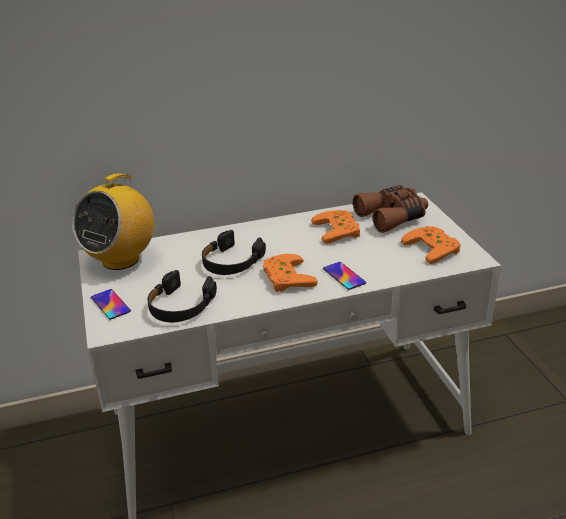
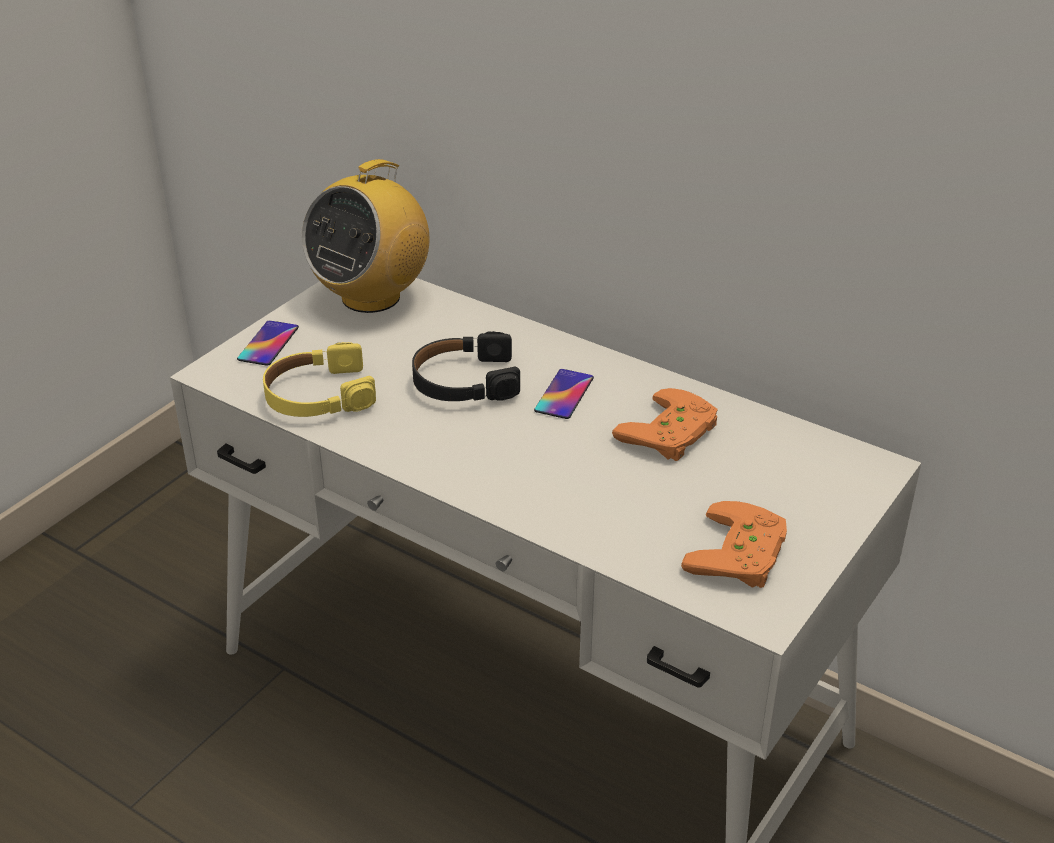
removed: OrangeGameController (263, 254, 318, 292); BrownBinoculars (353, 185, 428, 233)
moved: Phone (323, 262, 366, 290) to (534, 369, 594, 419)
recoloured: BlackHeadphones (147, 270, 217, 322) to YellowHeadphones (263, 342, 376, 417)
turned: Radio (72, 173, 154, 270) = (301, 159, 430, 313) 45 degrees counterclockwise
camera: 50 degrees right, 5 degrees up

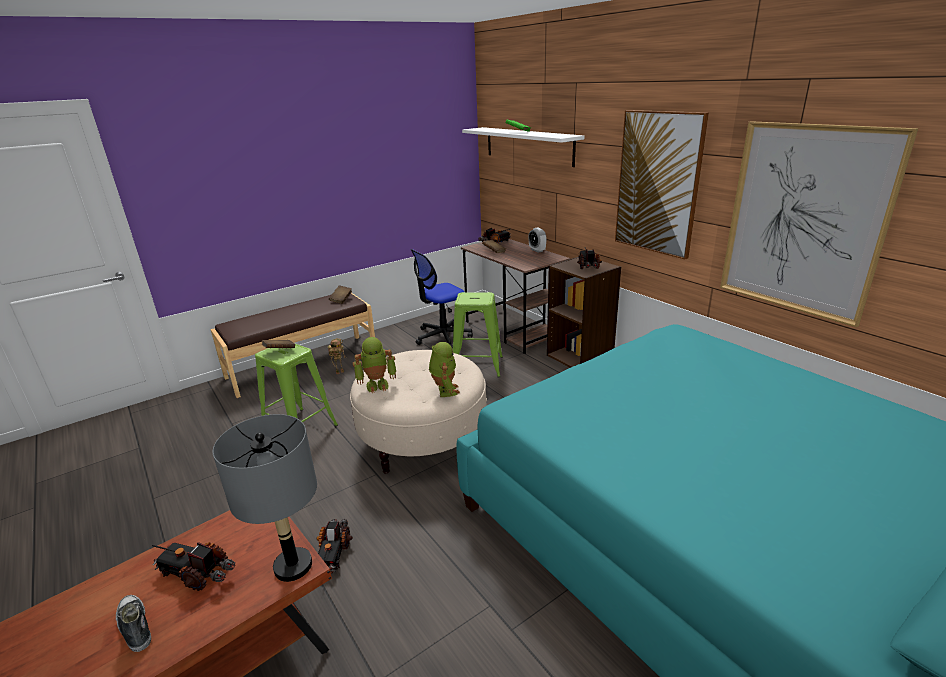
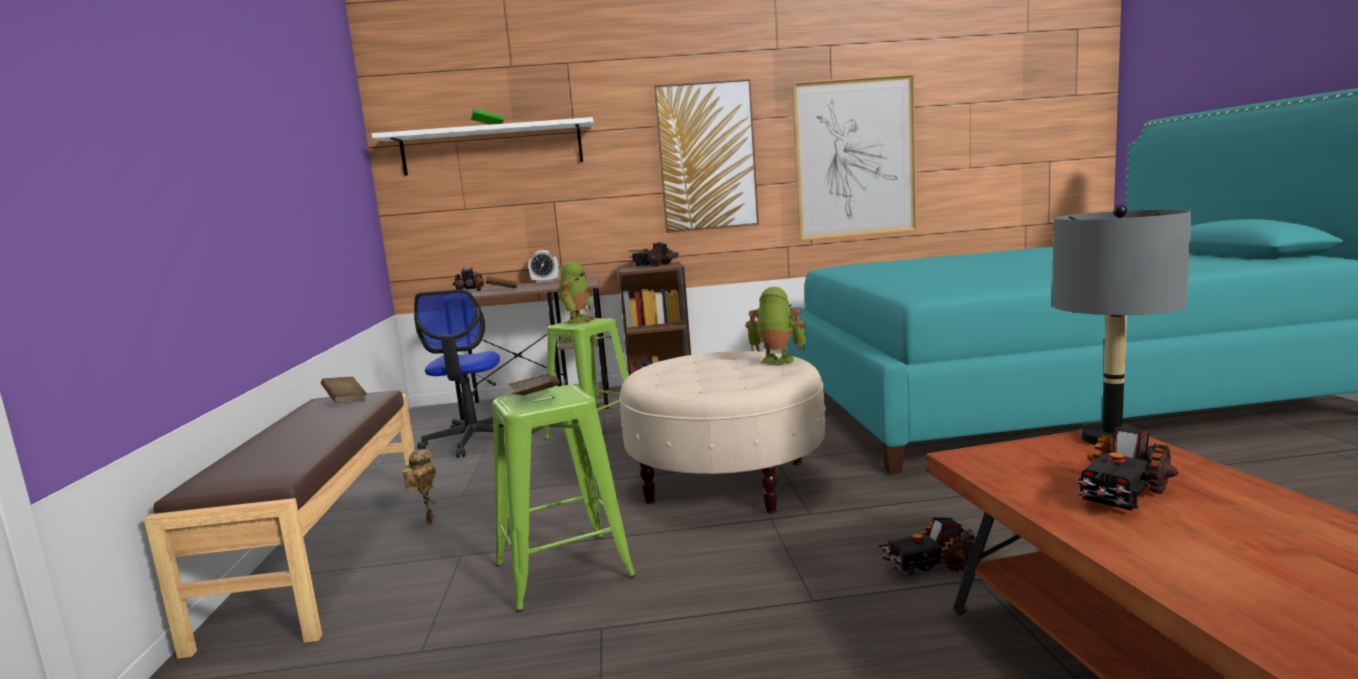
removed: Shoe (116, 595, 151, 652)
moved: ToyRobot (353, 337, 397, 393) to (559, 261, 595, 324)
turned: ToyTruck (316, 519, 353, 574) = (879, 517, 977, 576) 135 degrees clockwise
camera: 60 degrees left, 15 degrees down

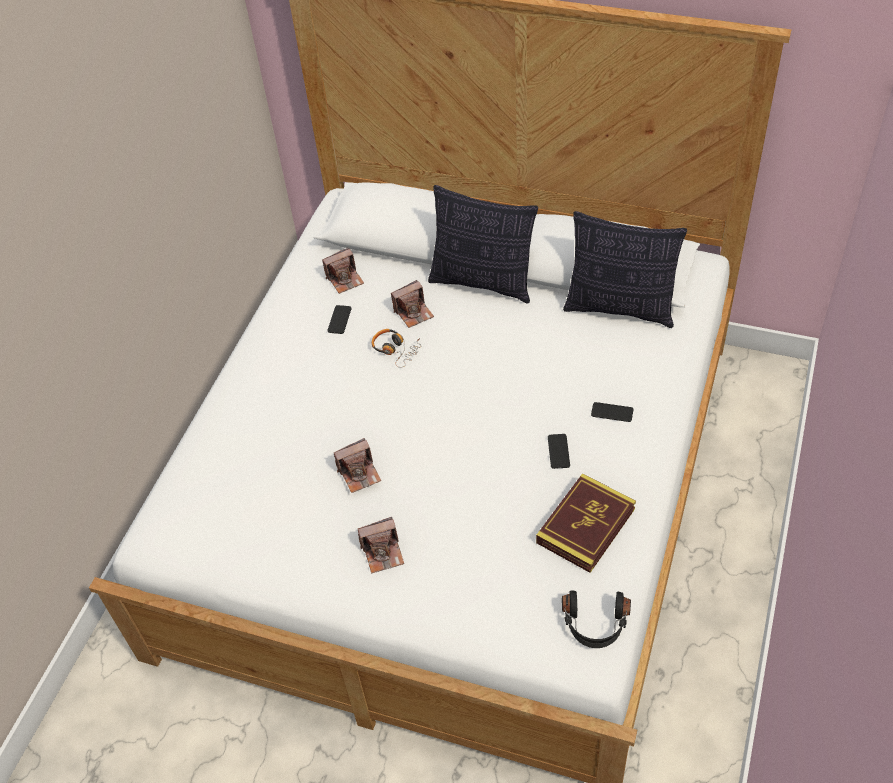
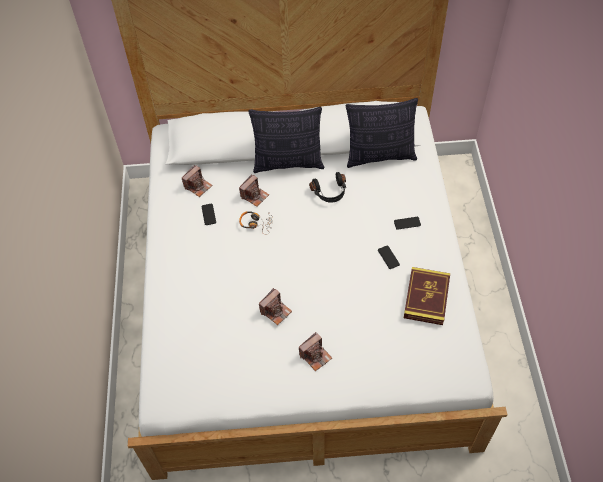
moved: BlackHeadphones (562, 590, 631, 648) to (309, 172, 346, 203)
camera: 25 degrees left, 5 degrees up

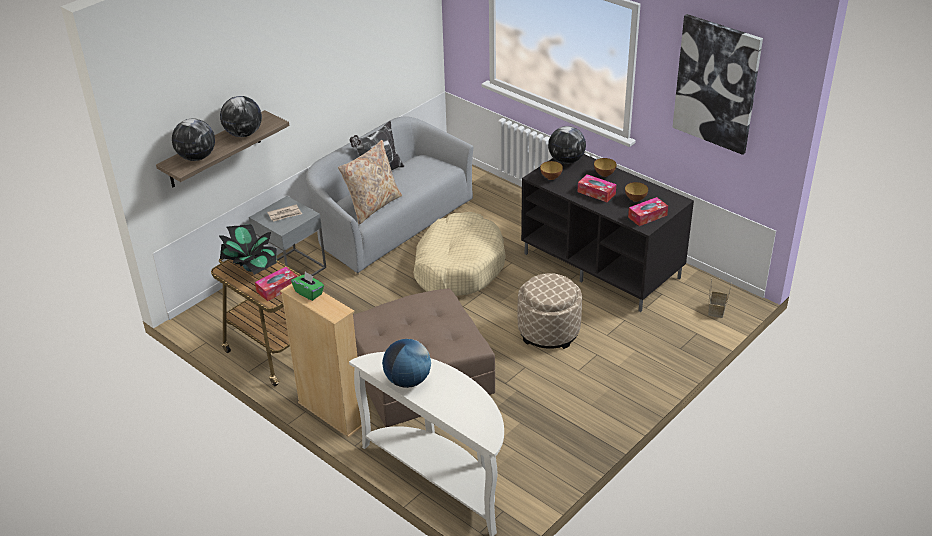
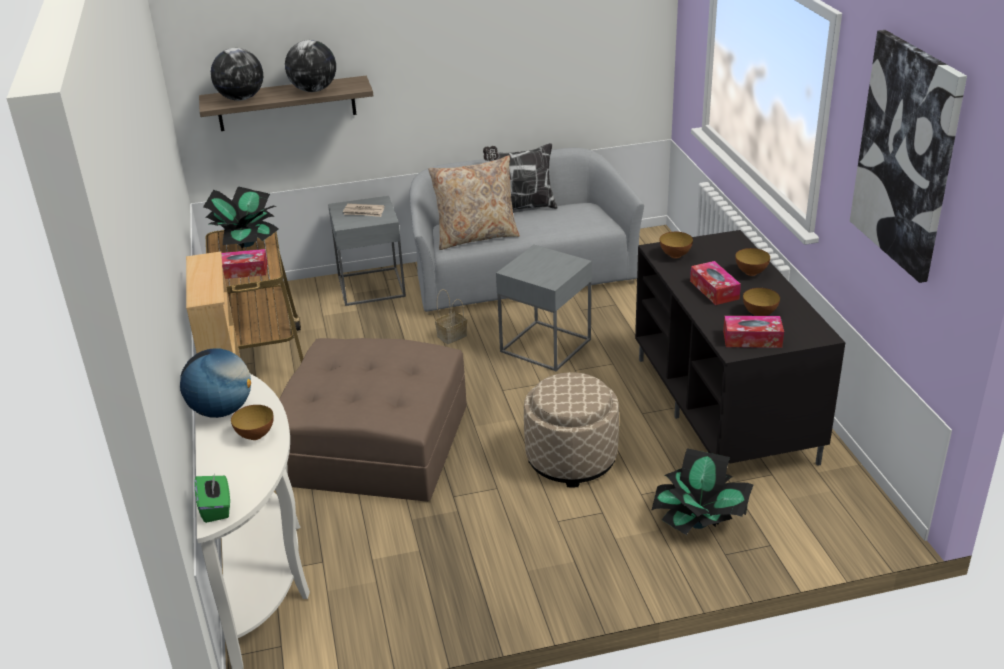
removed: Globe (548, 126, 586, 164)
added: Bowl (231, 405, 274, 440); PottedPlant (651, 448, 753, 535)
moved: GreenTissueBox (291, 272, 324, 301) to (194, 472, 230, 523); Basket (708, 279, 732, 318) to (435, 289, 467, 344)
replaced: BeigeDogBed (413, 212, 506, 296) to GreySideTable (496, 245, 592, 371)
camera: 35 degrees right, 5 degrees down

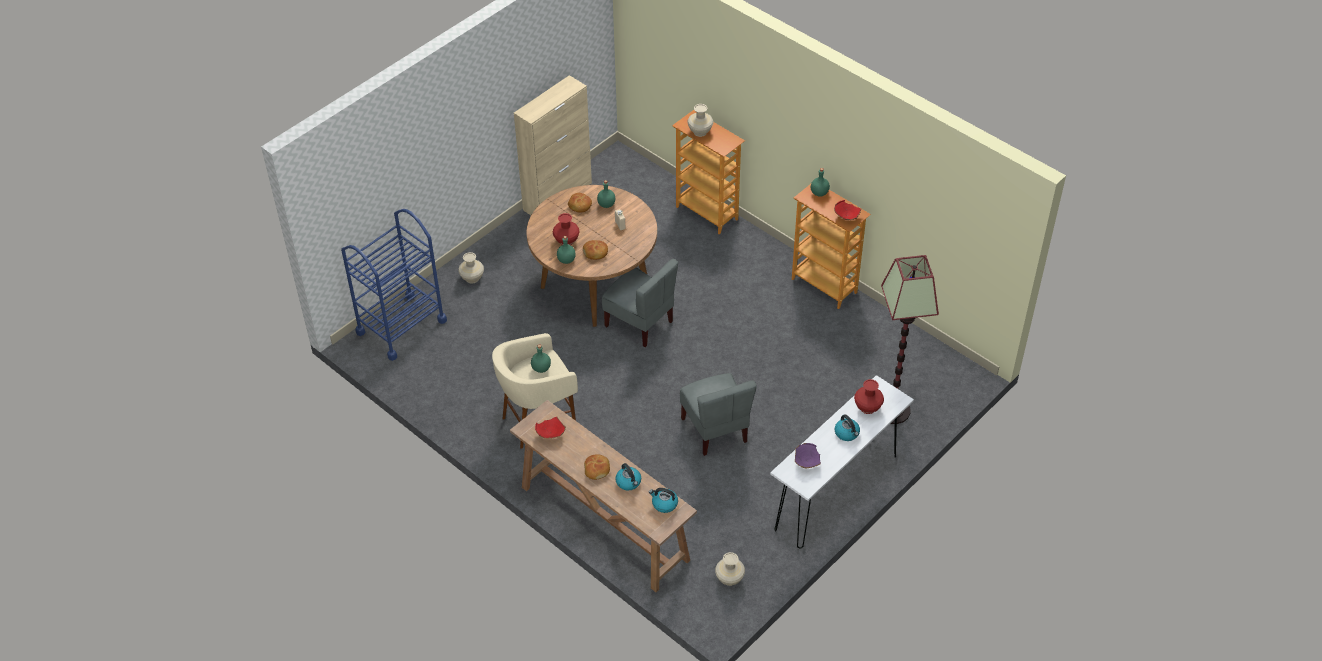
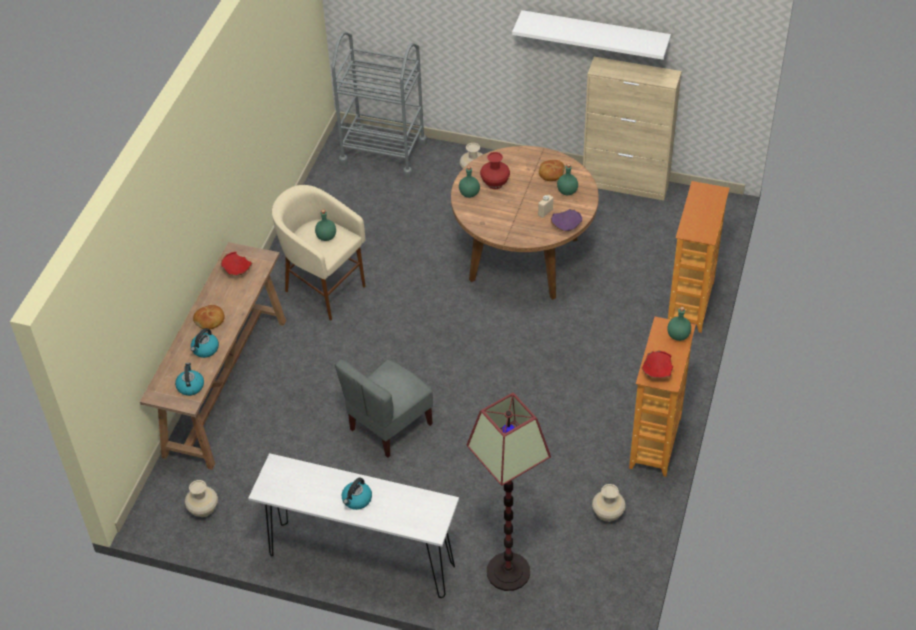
removed: Bread (583, 240, 608, 260); GreyChair (602, 259, 678, 347); RedVase (854, 379, 884, 414)
added: WhiteShelf (512, 10, 671, 60)
moved: BeigeVase (688, 104, 713, 137) to (592, 484, 626, 522); PurpleBowl (795, 443, 821, 468) to (551, 209, 582, 232)
recoloured: BlueCart (341, 209, 447, 361) to GreyCart (331, 32, 427, 178)
camera: 65 degrees right, 0 degrees up

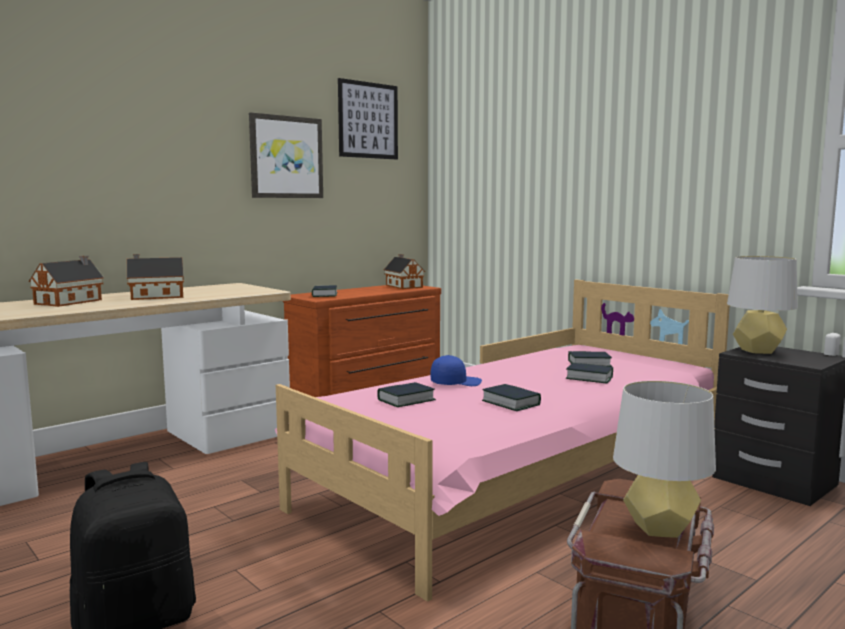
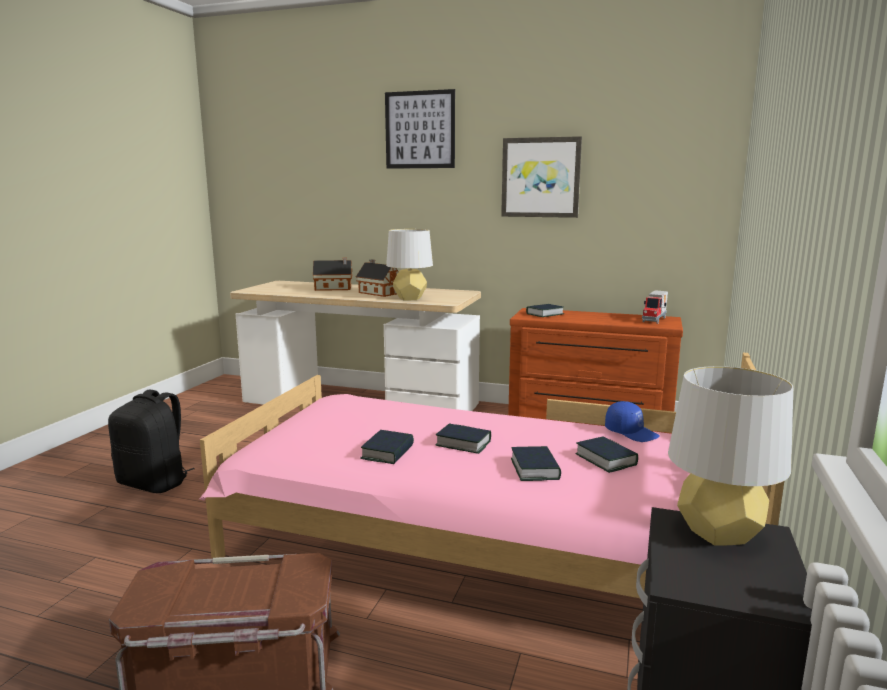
moved: Picture (338, 78, 398, 160) to (385, 89, 455, 169); Book (377, 382, 436, 407) to (436, 424, 491, 454); BlueCap (431, 355, 482, 386) to (605, 401, 660, 442); GreyTableLamp (613, 381, 716, 538) to (386, 229, 433, 300)
replaced: ToyHouse (384, 254, 425, 289) to ToyTruck (642, 290, 668, 324)
camera: 60 degrees right, 5 degrees up

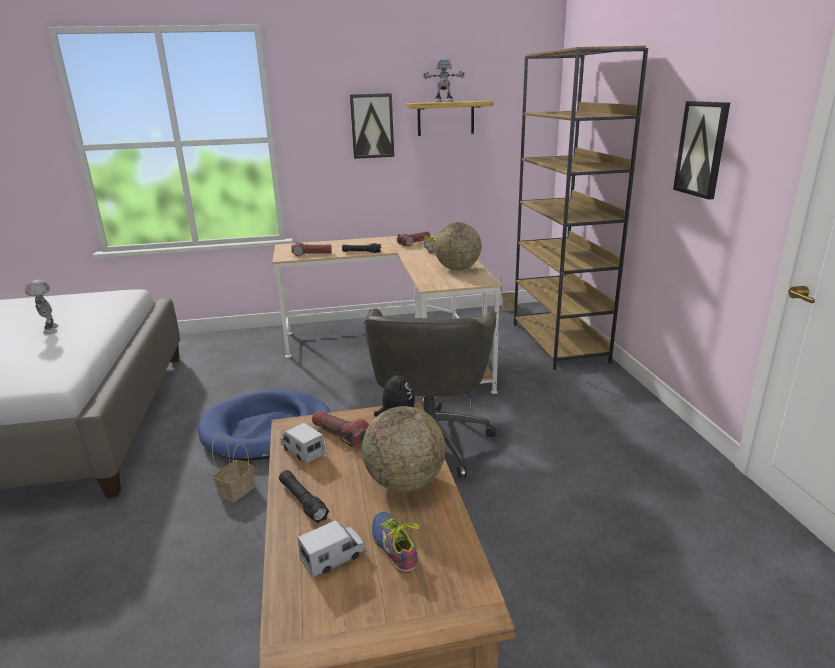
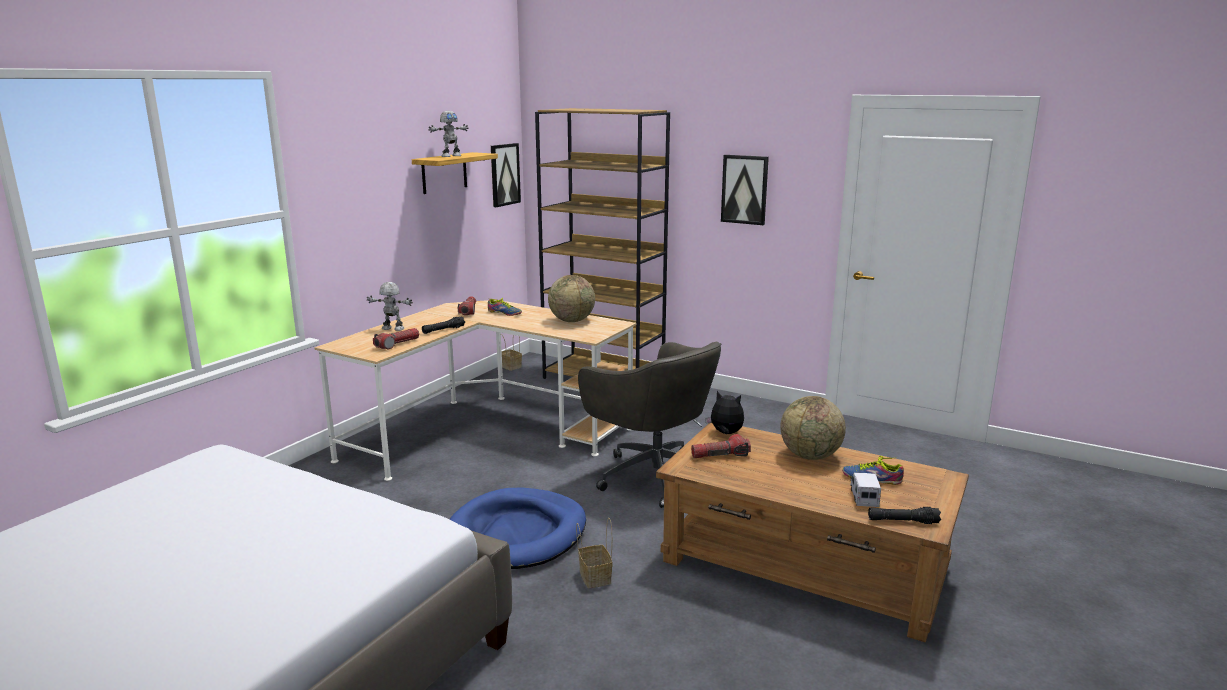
removed: ToyTruck (280, 423, 325, 463)
moved: ToyRobot (25, 280, 58, 334) to (367, 282, 413, 331); BlackFlashlight (279, 470, 329, 523) to (868, 507, 941, 524); Picture (350, 93, 394, 159) to (491, 143, 521, 207)
camera: 50 degrees left, 5 degrees down

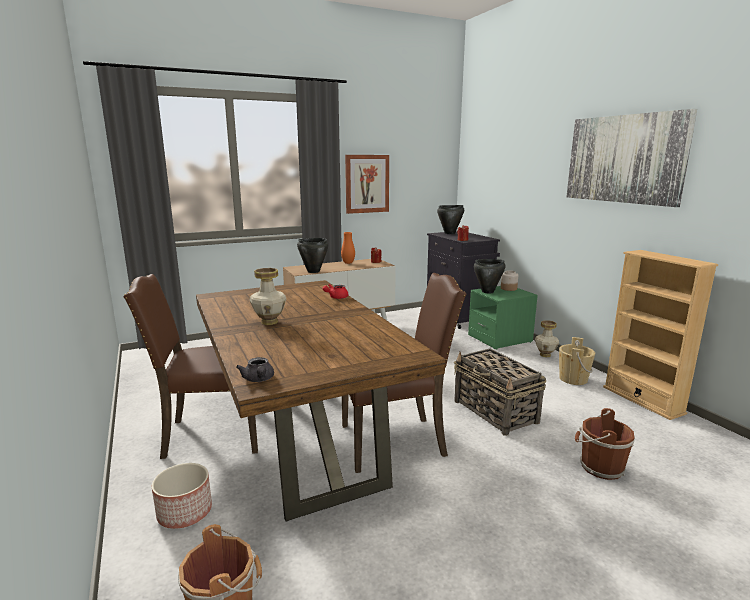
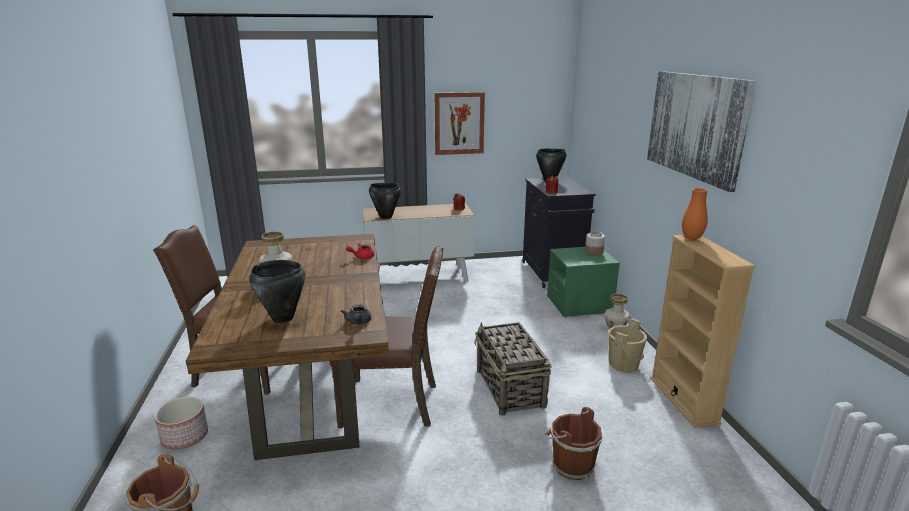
moved: GreyTeapot (236, 357, 274, 382) to (341, 305, 371, 325); OrangeVase (341, 232, 355, 264) to (682, 188, 708, 240); BlackCookingPot (474, 259, 506, 293) to (249, 260, 305, 323)
camera: 15 degrees right, 5 degrees up

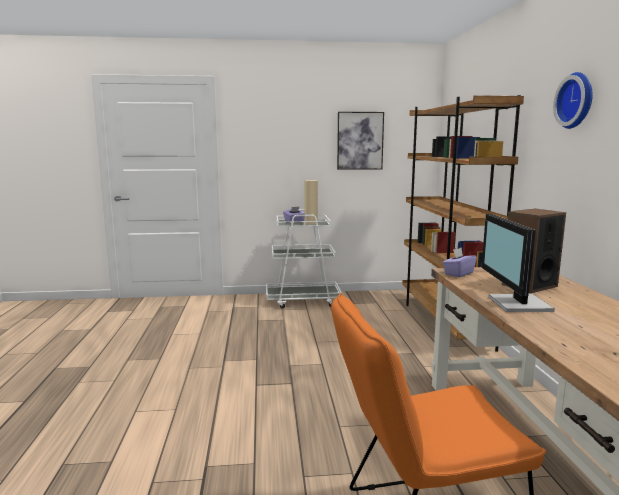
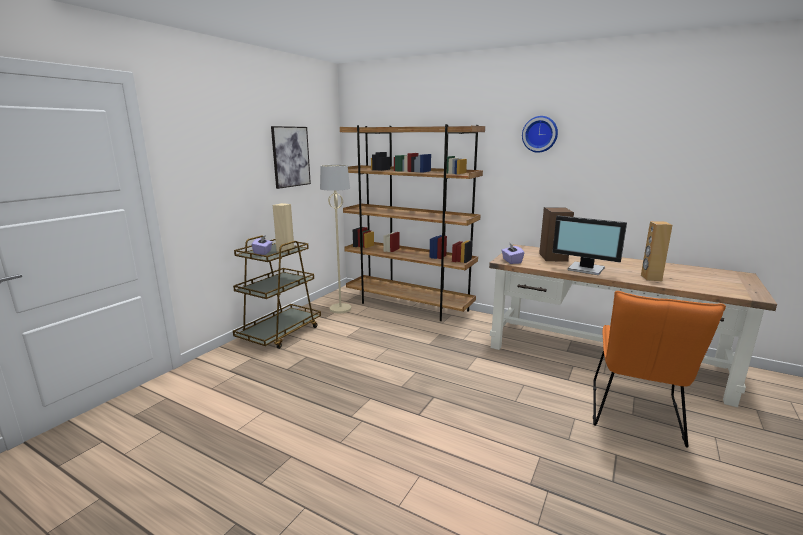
added: BeigeFloorLamp (320, 165, 351, 313); BrownSpeaker (641, 221, 672, 281)
recoloured: WhiteCart (266, 209, 342, 308) to BrownCart (233, 236, 321, 349)
camera: 55 degrees left, 5 degrees up

